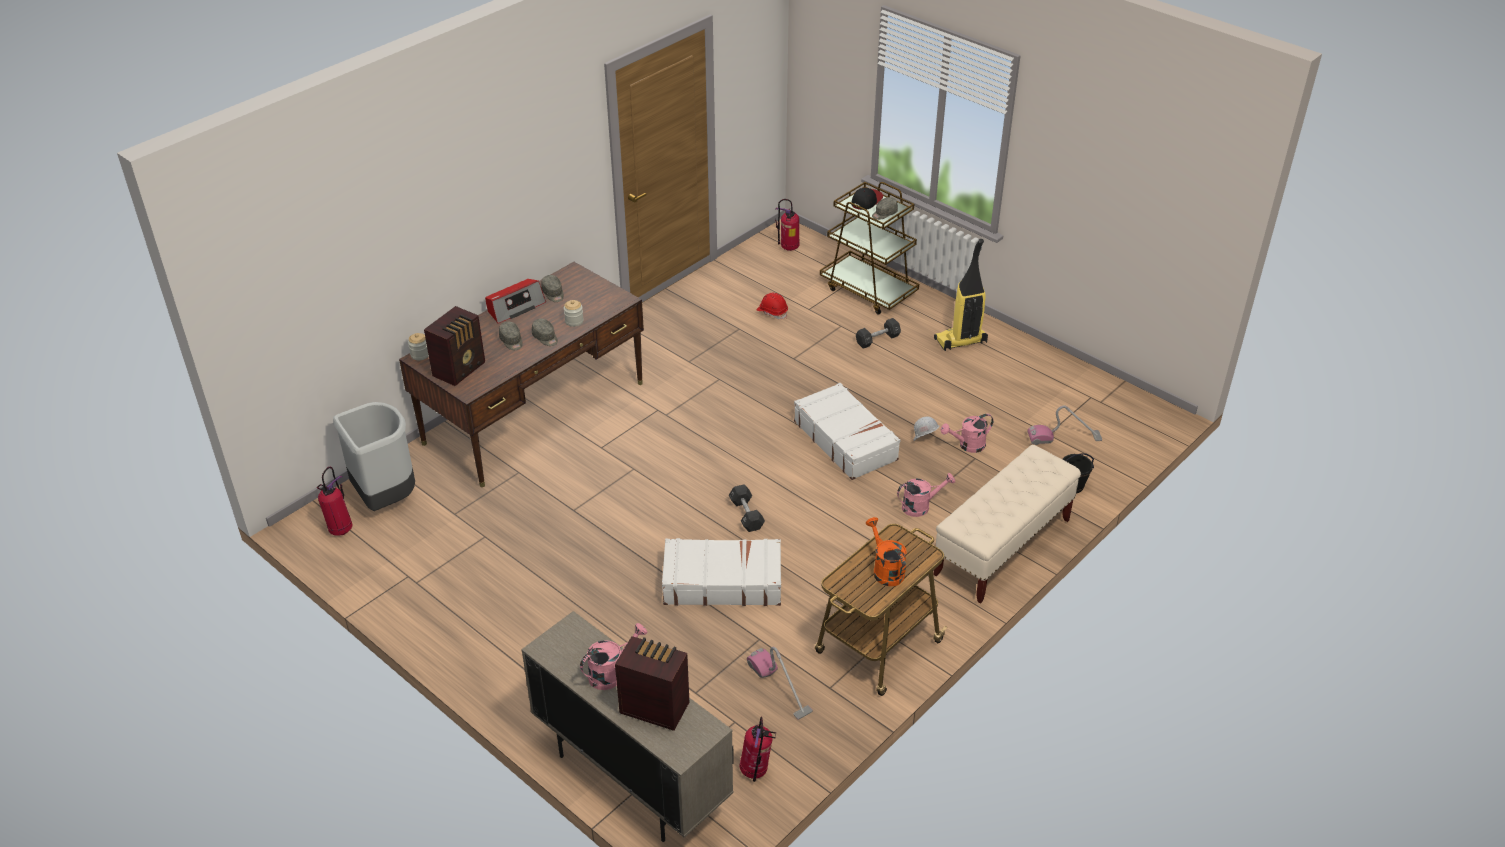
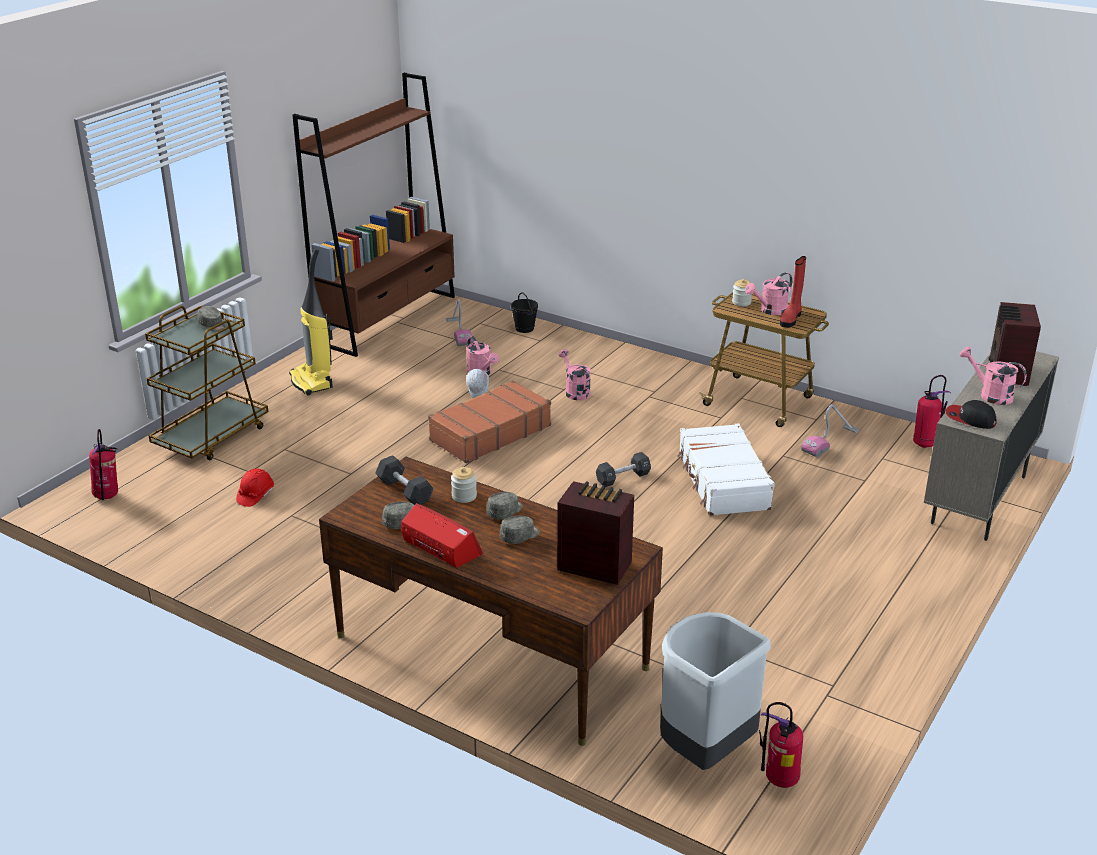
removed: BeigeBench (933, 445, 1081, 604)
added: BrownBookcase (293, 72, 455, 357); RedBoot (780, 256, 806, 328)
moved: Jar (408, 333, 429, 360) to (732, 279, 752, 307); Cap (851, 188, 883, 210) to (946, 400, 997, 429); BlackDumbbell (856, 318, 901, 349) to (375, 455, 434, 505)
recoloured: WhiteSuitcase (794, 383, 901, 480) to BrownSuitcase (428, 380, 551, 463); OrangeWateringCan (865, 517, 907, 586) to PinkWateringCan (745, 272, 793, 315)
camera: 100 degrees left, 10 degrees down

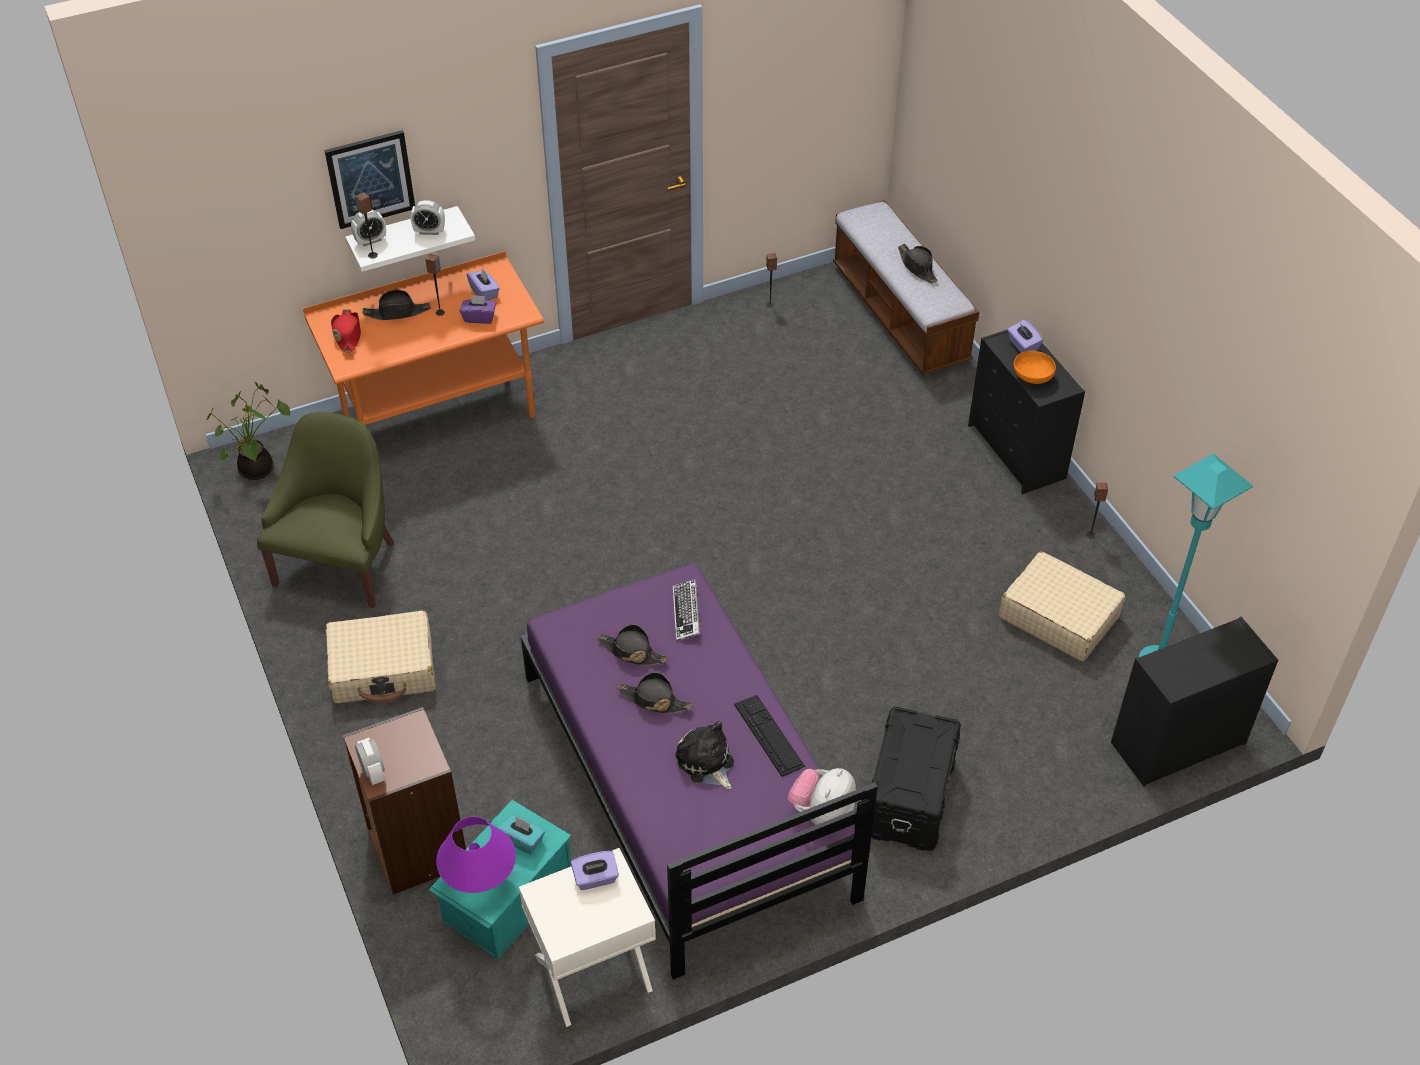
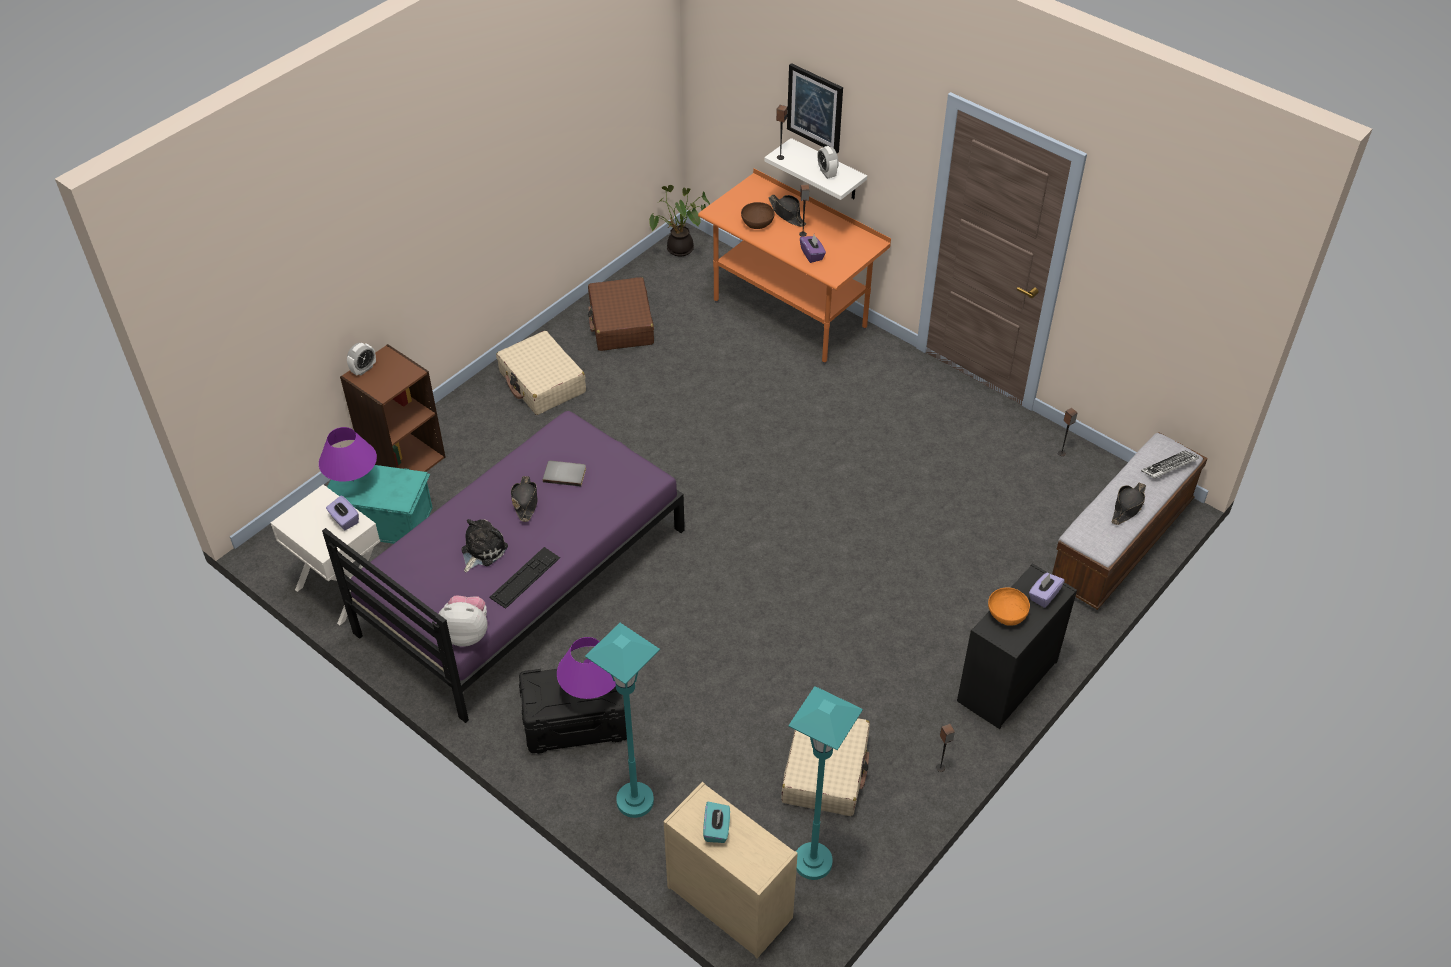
removed: RedHat (331, 309, 361, 353); AlarmClock (351, 210, 386, 247); PurpleTissueBox (467, 268, 500, 300)
added: PurpleTableLamp (557, 637, 616, 699); TurquoiseFloorLamp (585, 623, 660, 818); BrownBowl (741, 202, 775, 229)
moved: TurquoiseTissueBox (498, 814, 545, 854) to (703, 802, 730, 843); Keyboard (673, 579, 700, 641) to (1141, 450, 1199, 478)
replaced: GreenArmchair (256, 412, 394, 608) to BrownSuitcase (588, 277, 654, 351); BlackHat (597, 624, 668, 666) to GreyBook (543, 461, 586, 486)
recoloured: BlackDresser (1111, 617, 1278, 787) to BeigeDresser (664, 782, 798, 959)
camera: 65 degrees right, 0 degrees up

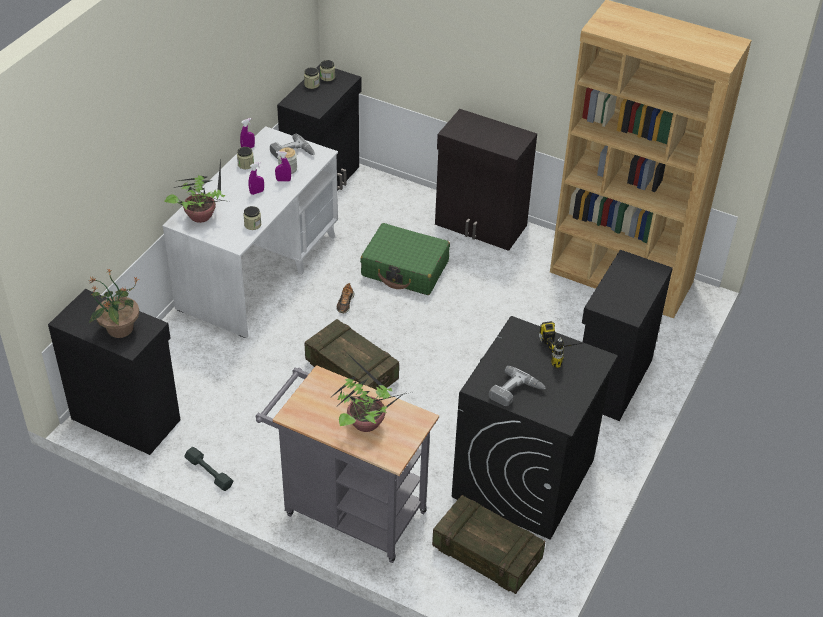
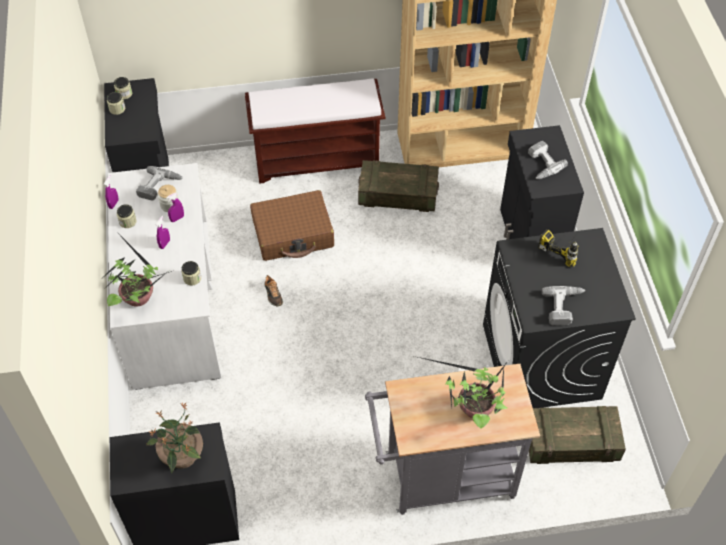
removed: GreyDumbbell (184, 447, 233, 491)
added: PowerDrill (528, 141, 568, 179)
moved: Crate (305, 319, 399, 390) to (358, 160, 439, 212)
replaced: BlackCabinet (435, 109, 537, 251) to BrownBench (245, 78, 385, 184)
recoloured: GreenSuitcase (360, 223, 450, 295) to BrownSuitcase (250, 190, 334, 261)
camera: 35 degrees left, 10 degrees up

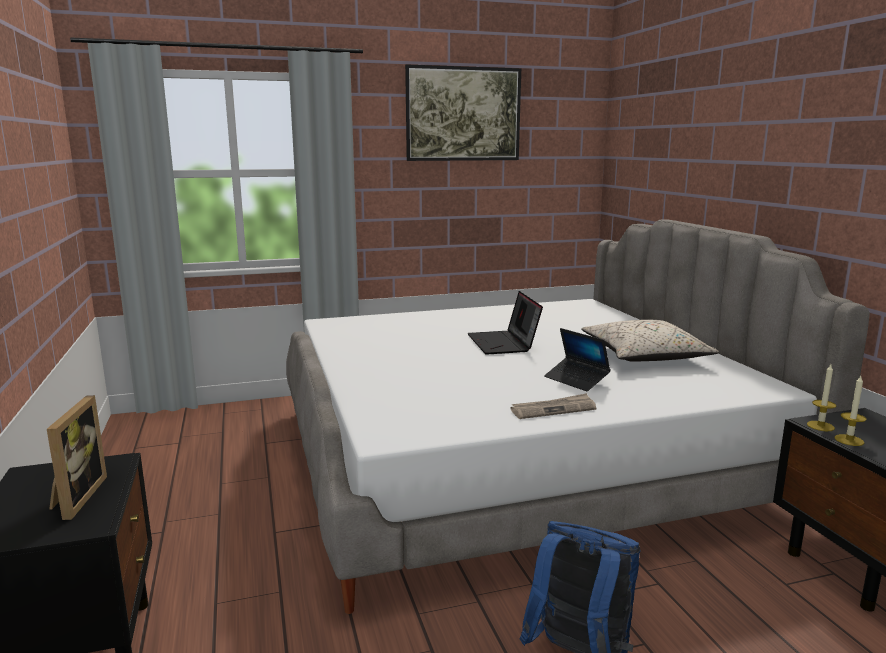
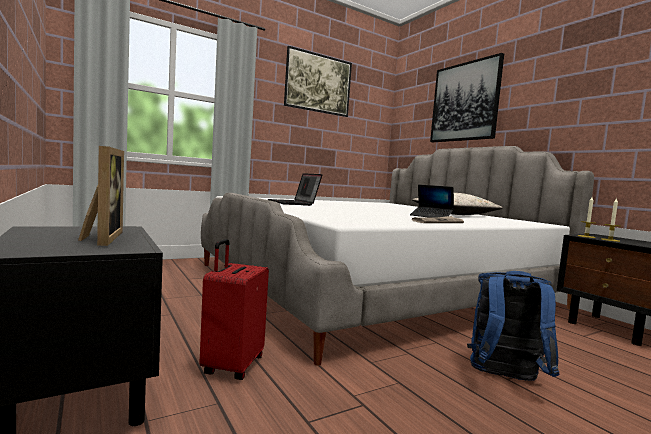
added: RedSuitcase (199, 239, 269, 380); Picture (430, 53, 504, 142)
moved: Laptop (468, 291, 543, 355) to (268, 173, 322, 206)
camera: 15 degrees left, 10 degrees down

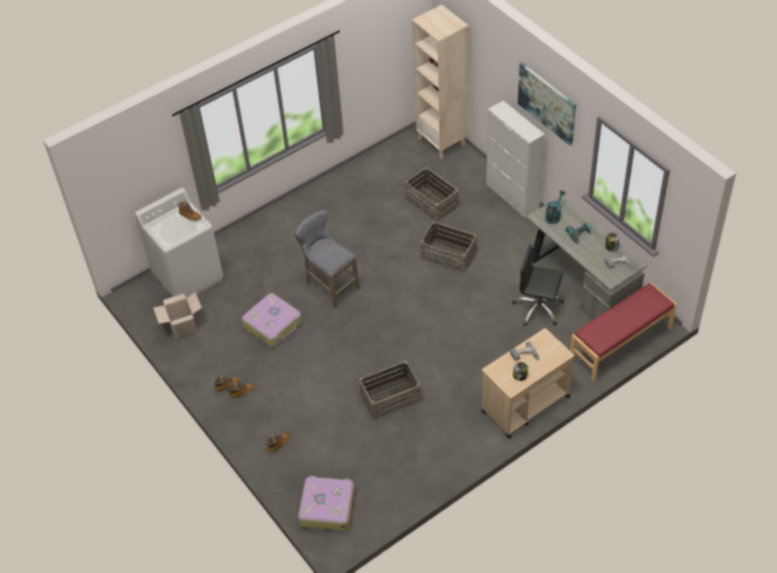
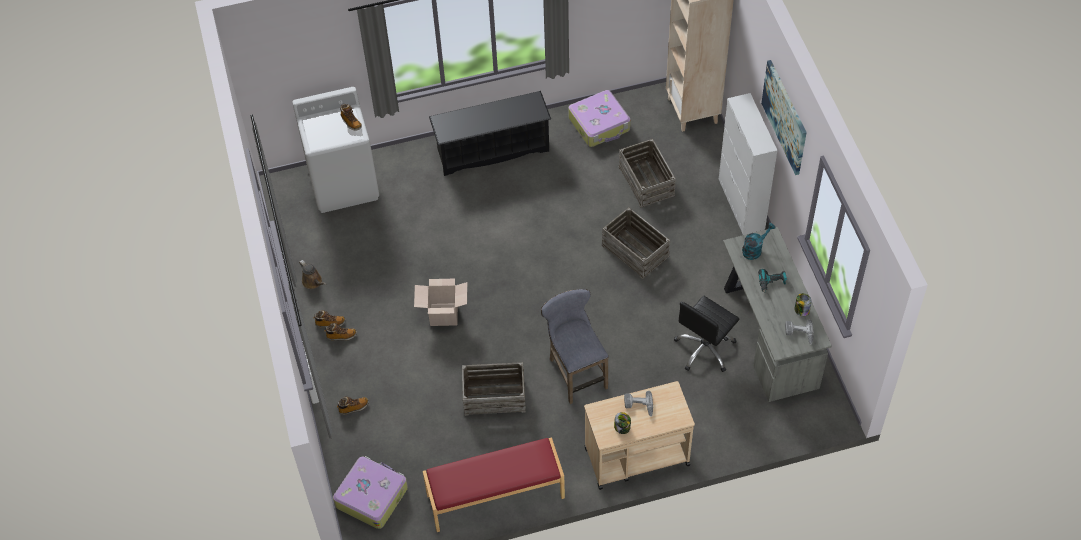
added: BrownWateringCan (299, 260, 326, 289); BlackShoeRack (429, 91, 551, 176)
moved: CardboardBox (153, 292, 202, 339) to (414, 279, 467, 326); Suitcase (242, 293, 302, 348) to (568, 90, 630, 147); GreyStool (295, 210, 360, 308) to (541, 289, 609, 404); RedBench (570, 282, 677, 382) to (423, 437, 565, 532)
turned: BlackOfficeChair (512, 244, 564, 326) = (674, 296, 740, 372) 90 degrees counterclockwise
camera: 20 degrees right, 5 degrees up

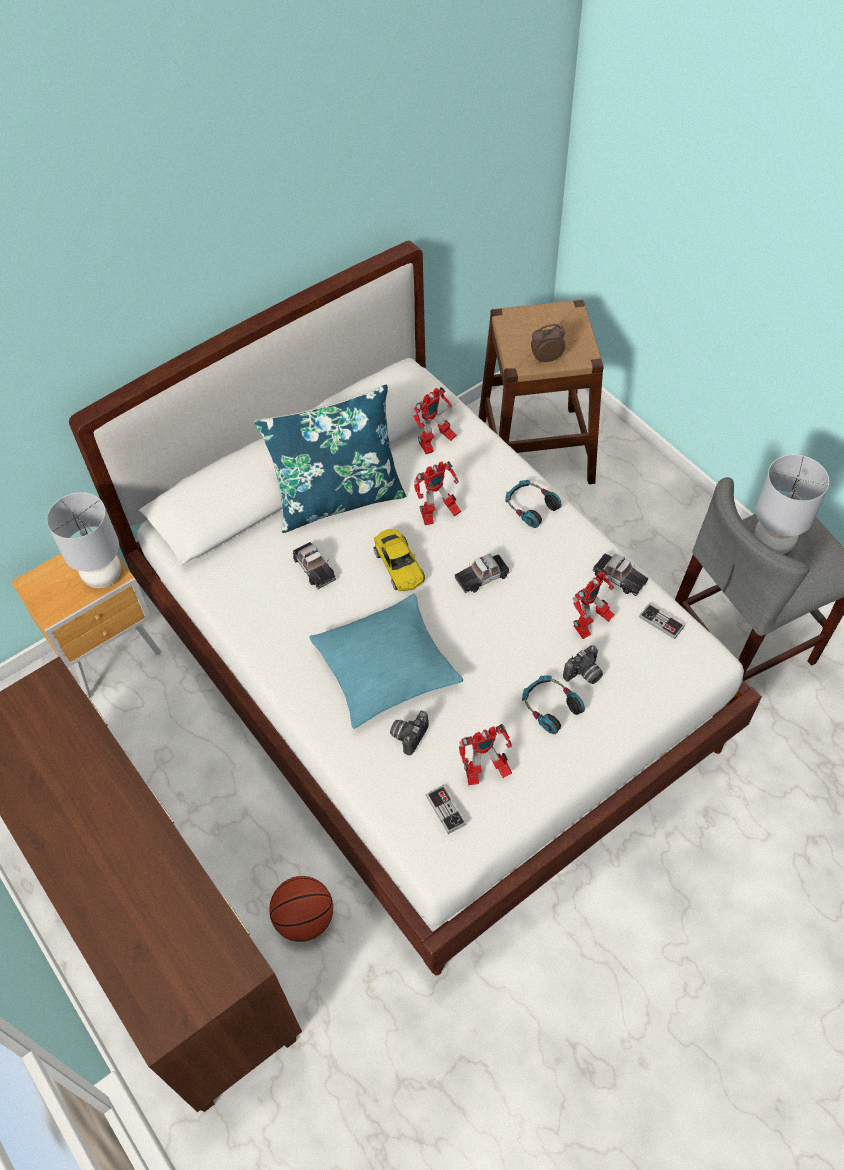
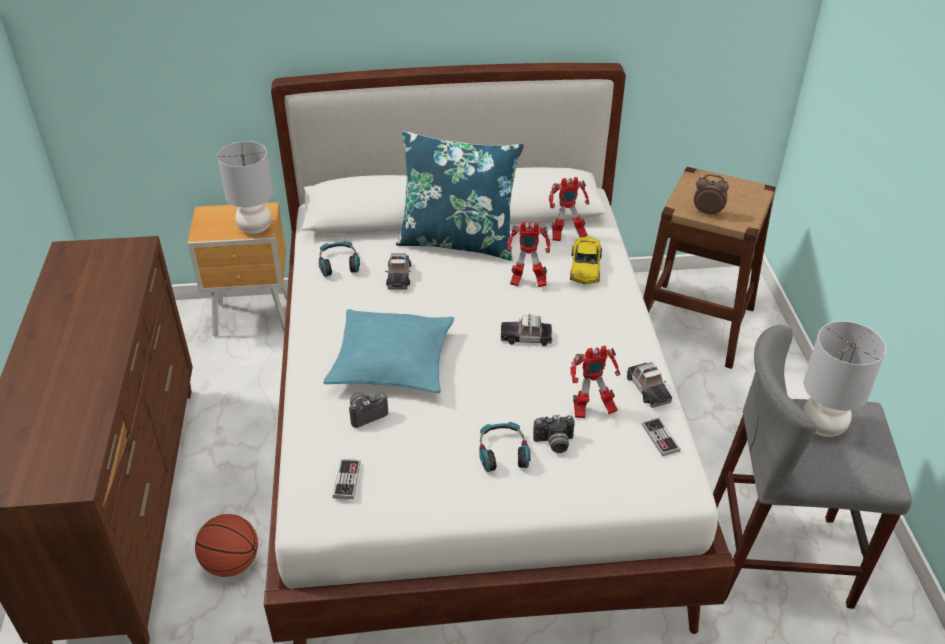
removed: ToyRobot (459, 724, 512, 785)
moved: YellowToyCar (373, 529, 425, 591) to (570, 237, 602, 284); Headphones (505, 480, 561, 528) to (318, 241, 360, 277)
camera: 30 degrees right, 15 degrees down

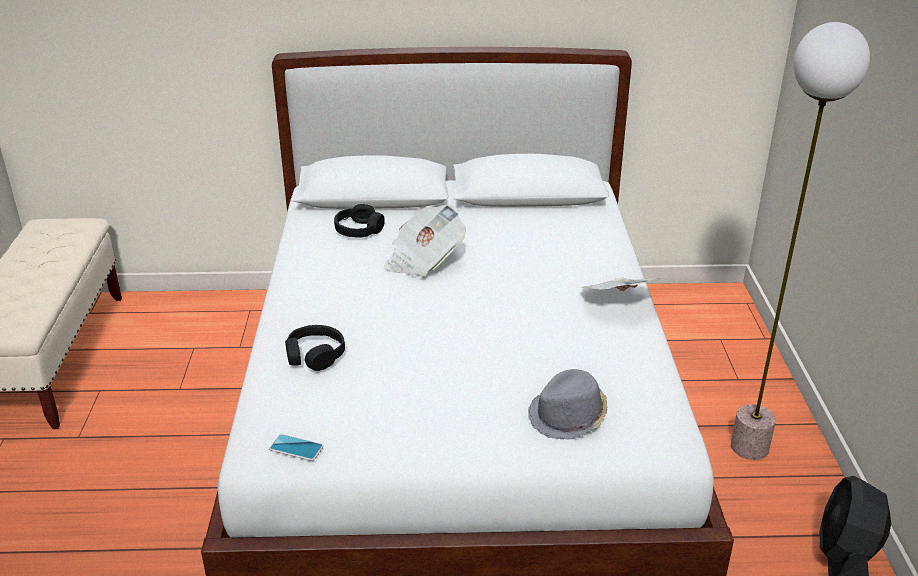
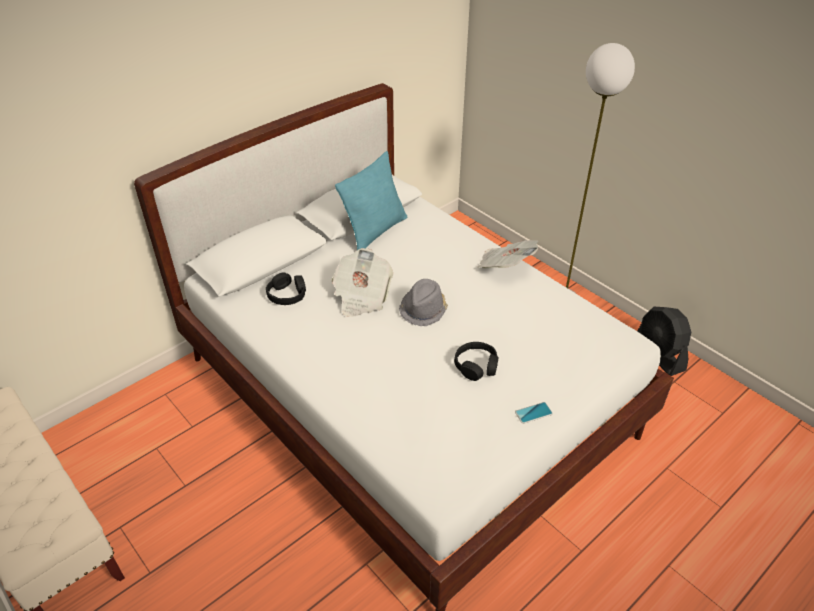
added: TurquoisePillow (335, 151, 407, 250)
moved: Phone (269, 434, 324, 461) to (515, 402, 553, 424); BlackHeadphones (285, 325, 345, 371) to (454, 342, 498, 381); GreyHat (528, 369, 607, 439) to (399, 279, 448, 326)
camera: 40 degrees left, 10 degrees up

